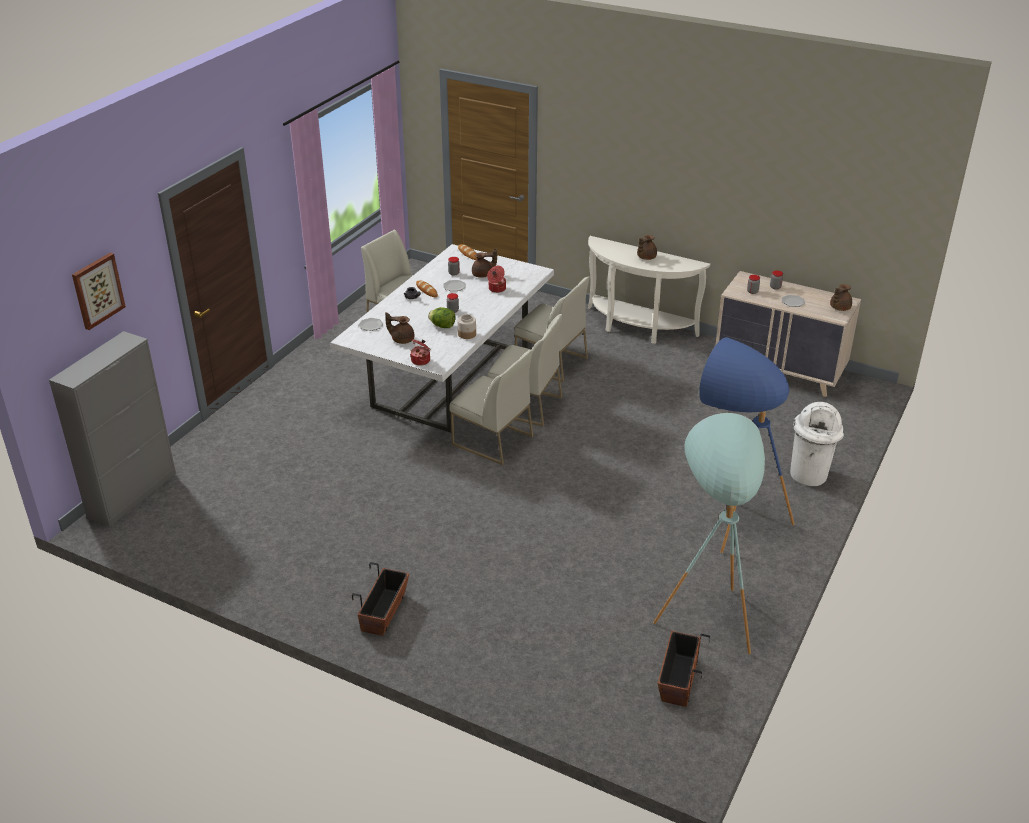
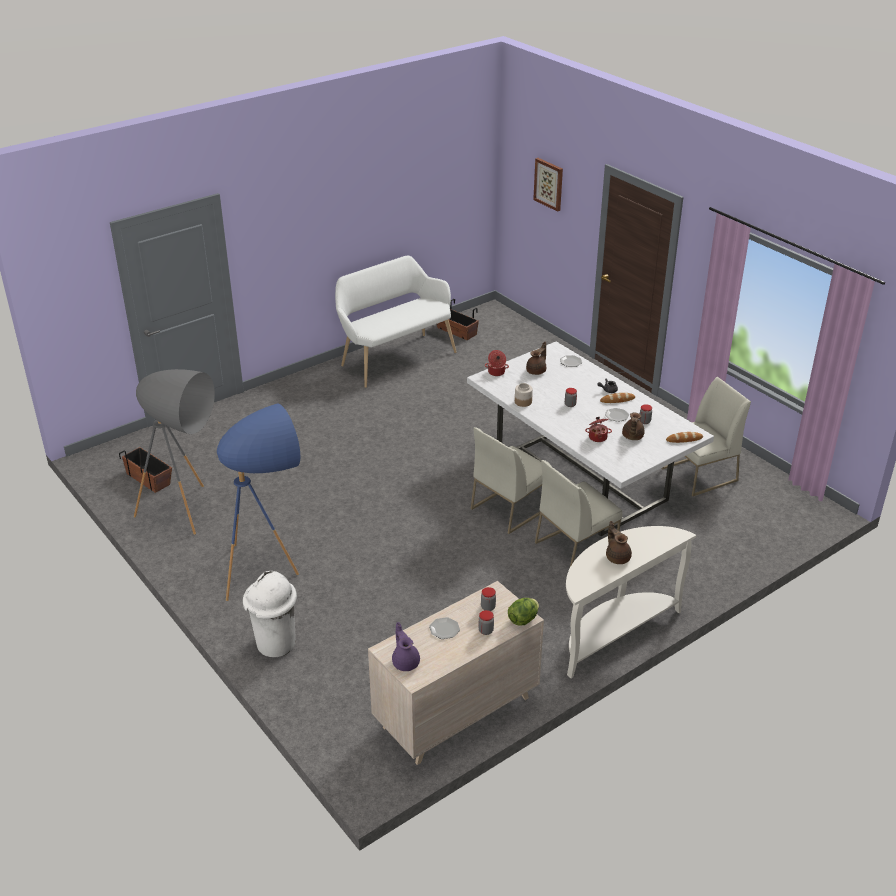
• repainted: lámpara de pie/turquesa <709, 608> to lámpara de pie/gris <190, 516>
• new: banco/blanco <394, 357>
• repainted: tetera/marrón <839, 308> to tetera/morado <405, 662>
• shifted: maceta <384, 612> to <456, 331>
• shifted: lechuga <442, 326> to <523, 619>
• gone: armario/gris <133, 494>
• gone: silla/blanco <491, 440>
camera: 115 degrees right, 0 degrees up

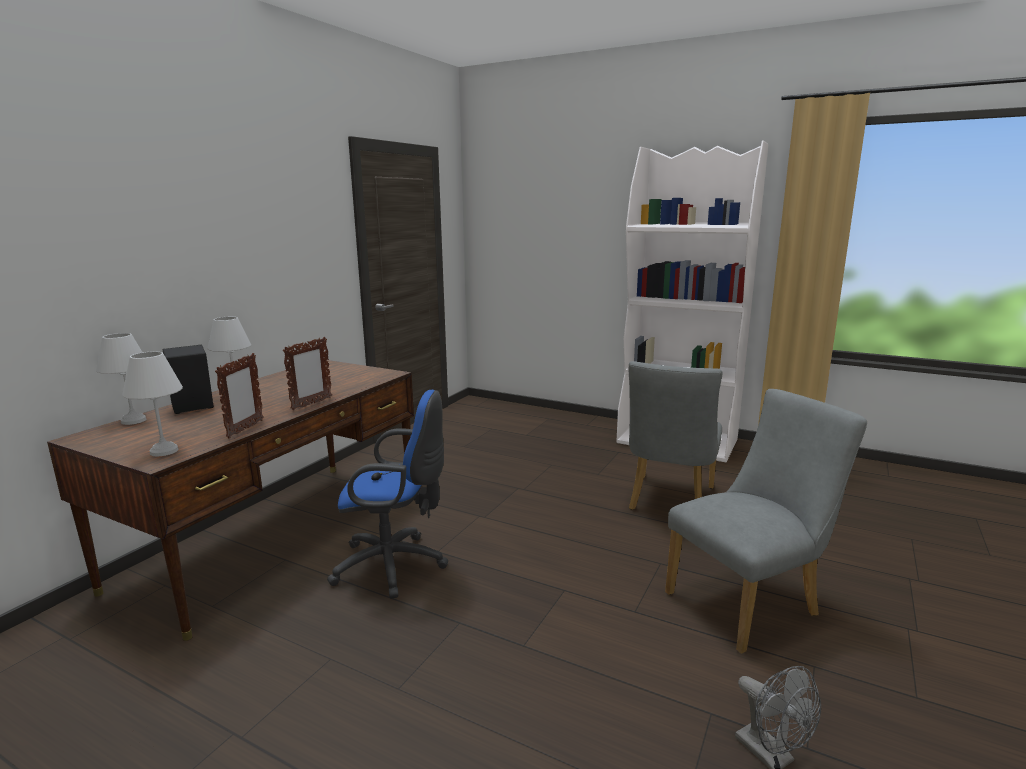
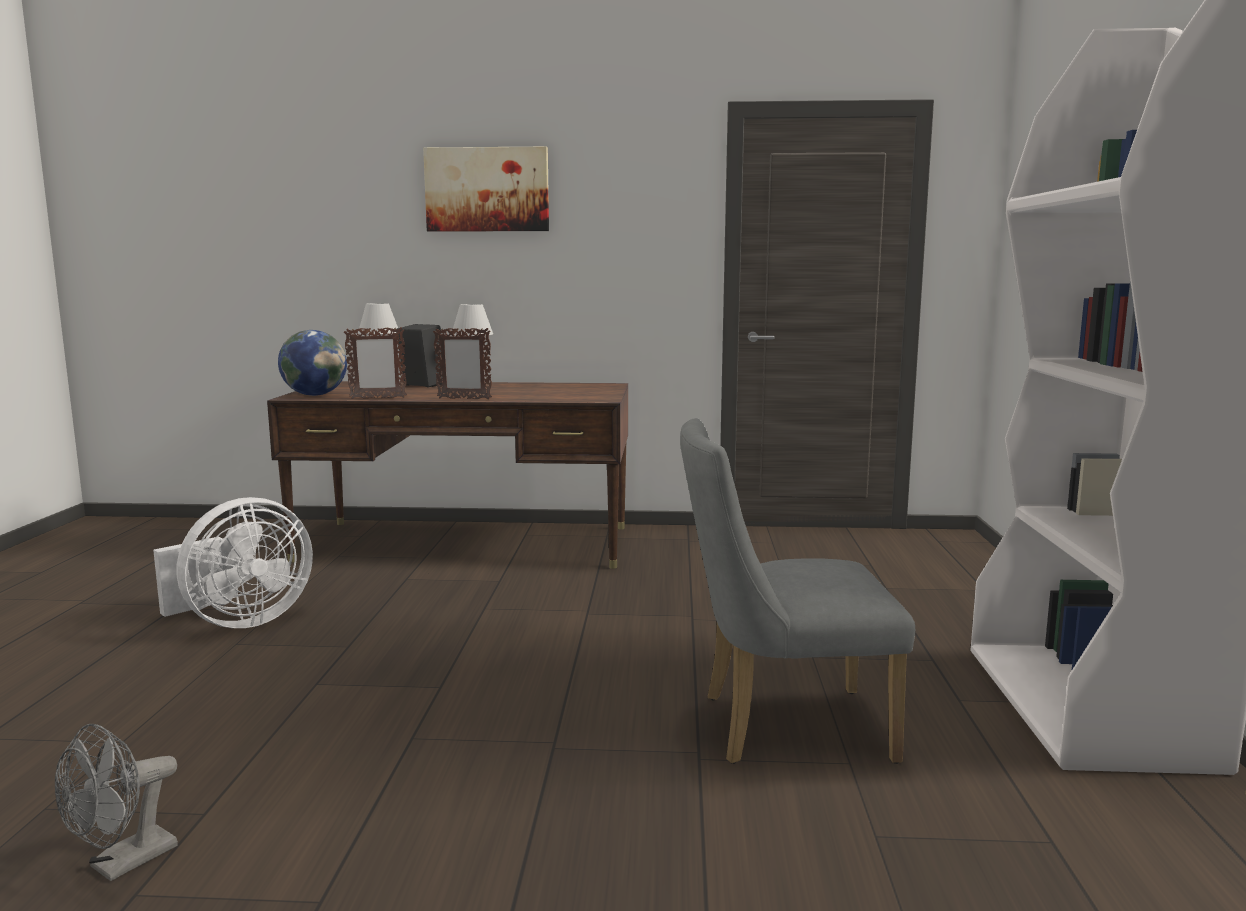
• new: ventilador/blanco <240, 621>
• swapped: lámpara de mesa/blanco <163, 451> to globo terráqueo <315, 395>
• new: cuadro <487, 190>
• gone: silla de oficina/azul <395, 566>
• gone: silla/gris <749, 602>
camera: 65 degrees right, 5 degrees down

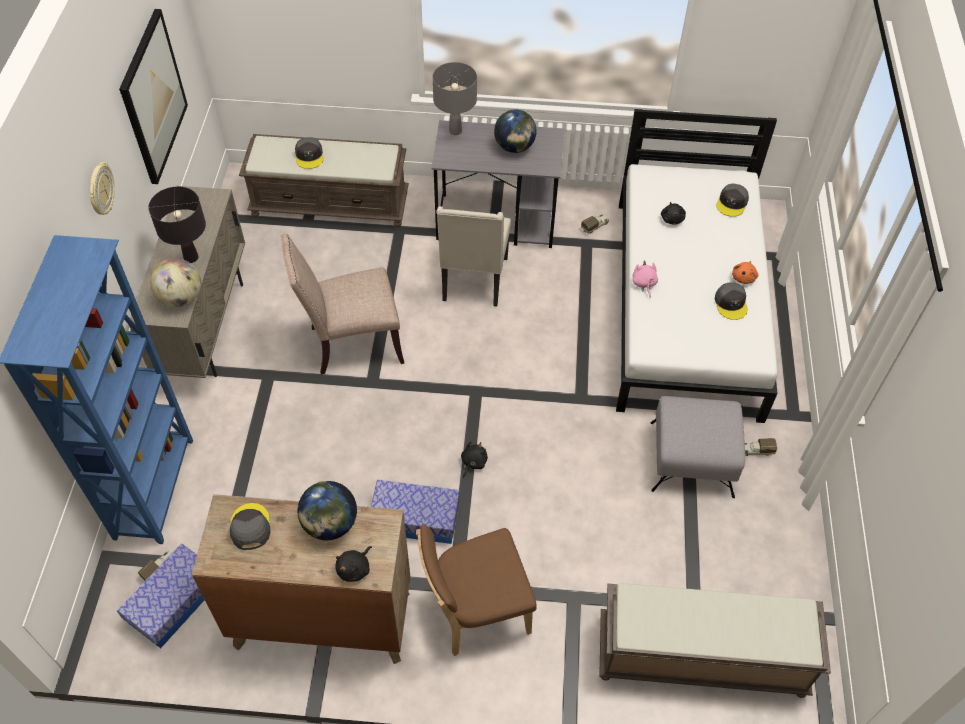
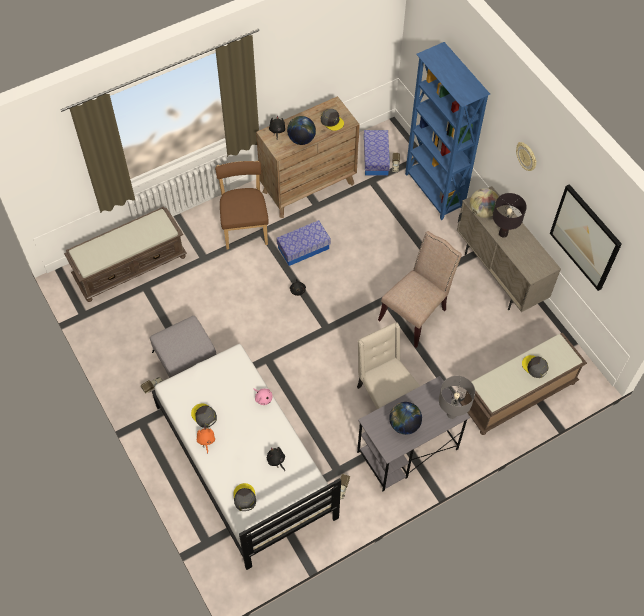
• rotated: silla/marrón <475, 611> = <245, 227> 45 degrees counterclockwise
camera: 145 degrees right, 5 degrees up

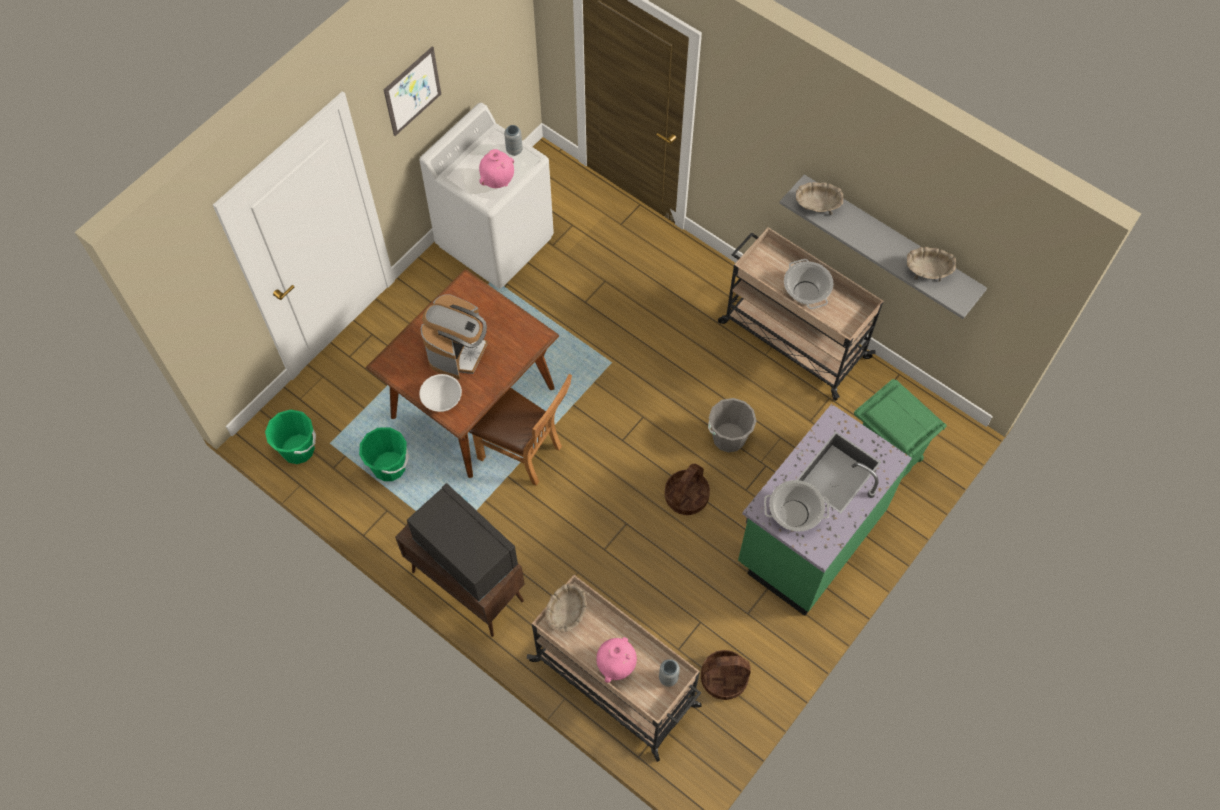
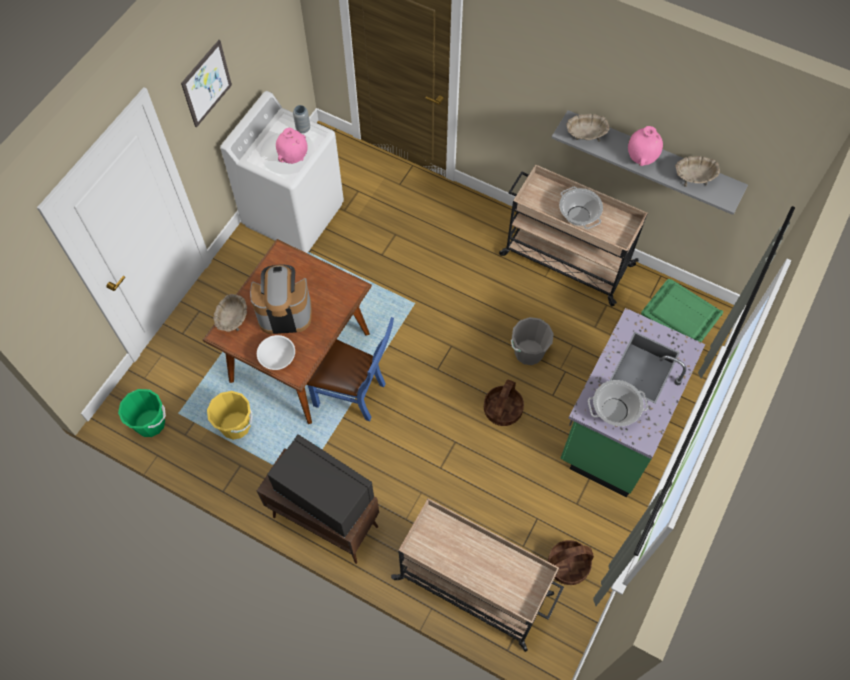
• repainted: cubo/verde <389, 466> to cubo/amarillo <235, 425>
• shifted: cuenco/beis <566, 613> to <232, 319>
• rotated: cafetera <458, 351> = <284, 313> 105 degrees counterclockwise
• repainted: silla/marrón <525, 453> to silla/azul <354, 394>
• shifted: florero/rosa <616, 665> to <641, 158>
• gone: florero/gris <668, 678>
camera: 10 degrees left, 0 degrees up

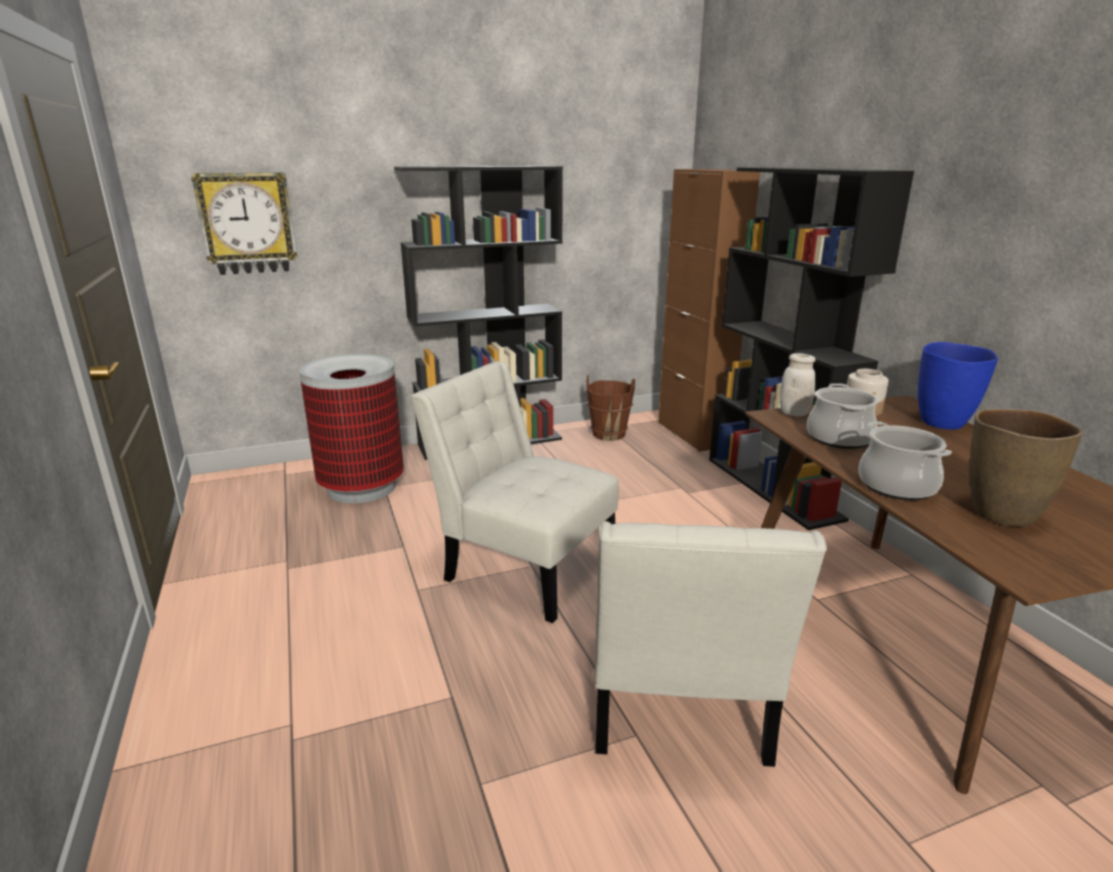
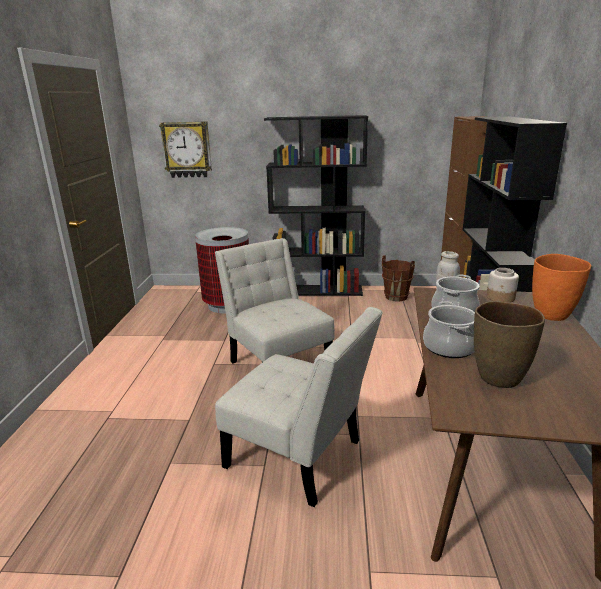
• rotated: silla/blanco <677, 705> = <300, 457> 90 degrees counterclockwise
• repainted: florero/azul <943, 423> to florero/naranja <552, 315>
camera: 25 degrees right, 0 degrees up

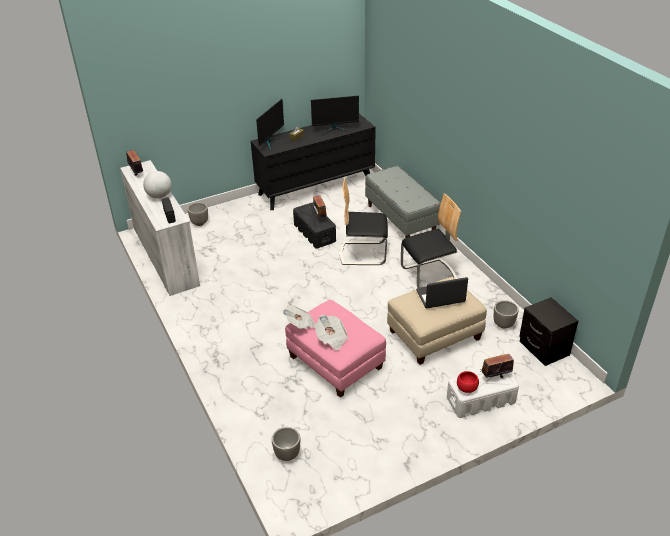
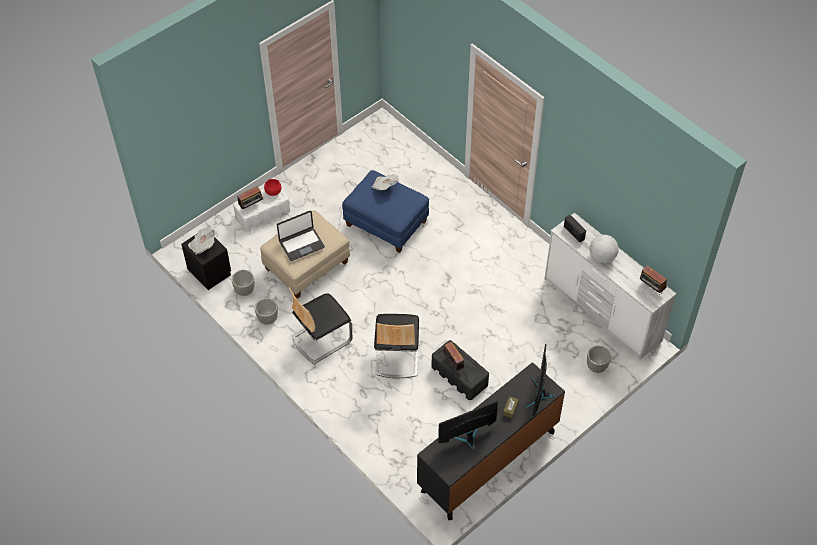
• shifted: periódico <300, 324> to <202, 245>
• shifted: maceta <287, 454> to <268, 319>
• repainted: puf/rosa <336, 363> to puf/azul <386, 224>
• rotated: silla <363, 253> = <396, 356> 105 degrees clockwise
• gone: banco/gris <401, 219>
camera: 165 degrees right, 15 degrees up

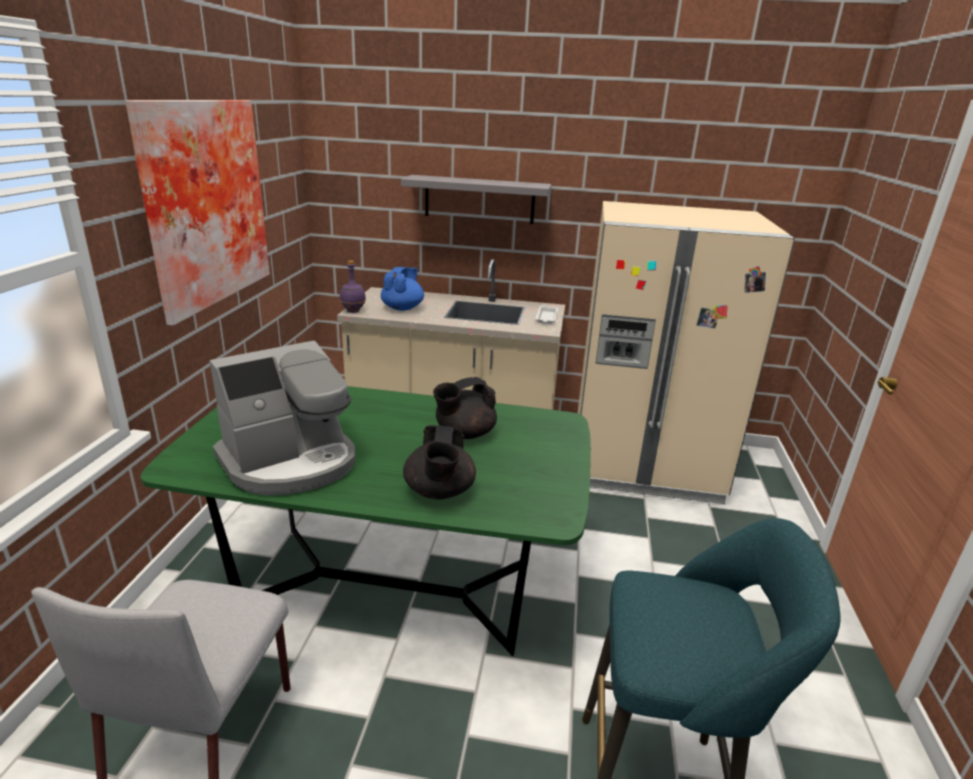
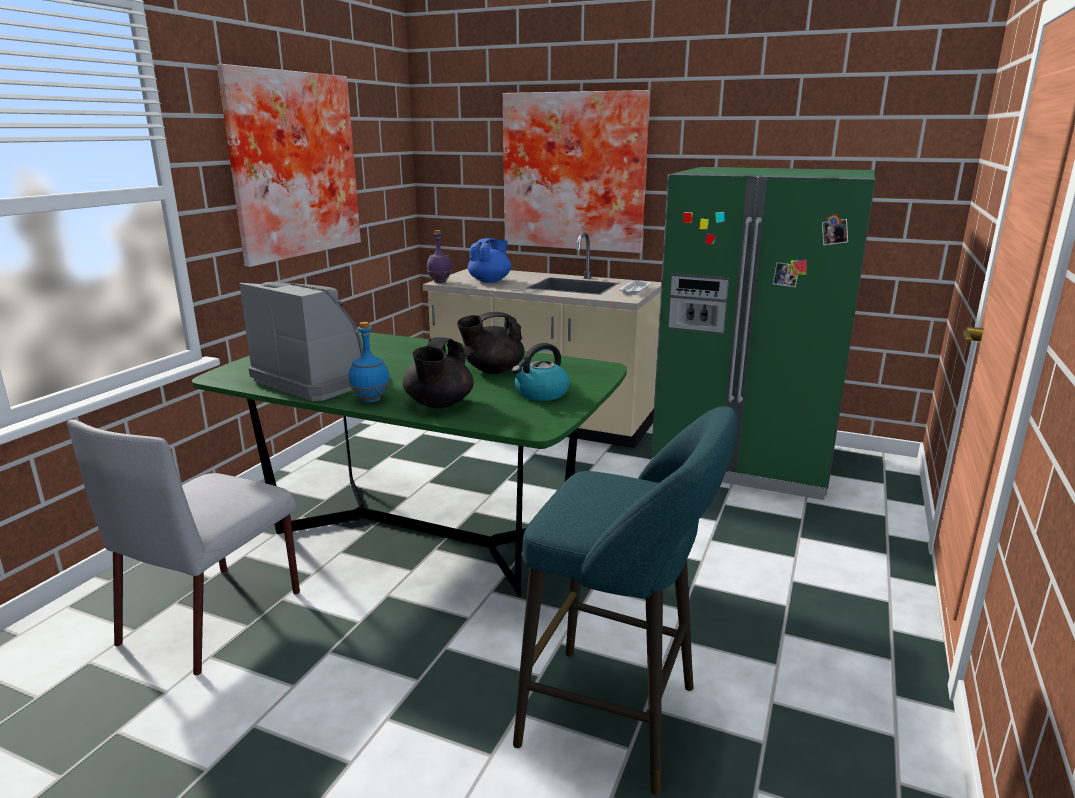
• rotated: cafetera <291, 462> = <320, 379> 120 degrees counterclockwise
• new: botella/azul <371, 400>
• swapped: estante/gris <479, 199> to cuadro <575, 172>
• new: hervidor <541, 394>
• repainted: nevera/beis <643, 464> to nevera/verde <745, 459>
camera: 15 degrees right, 5 degrees down

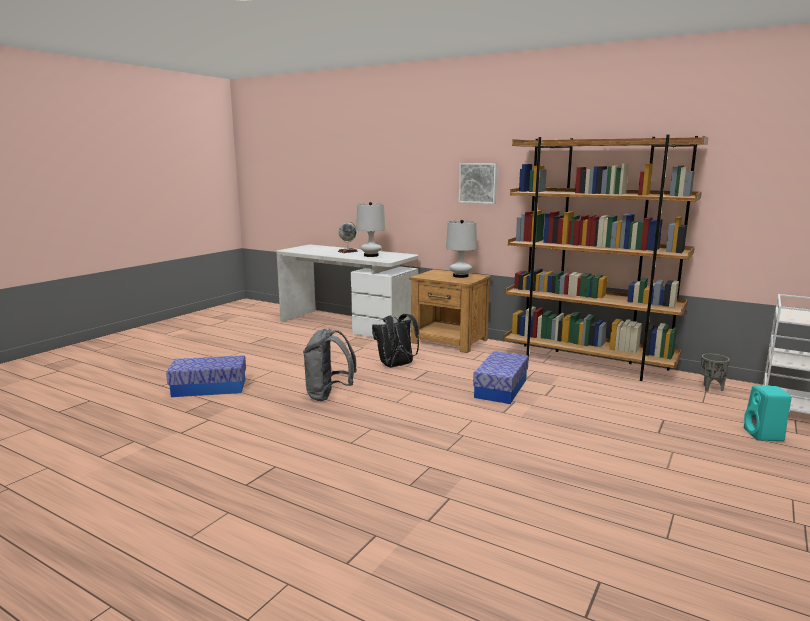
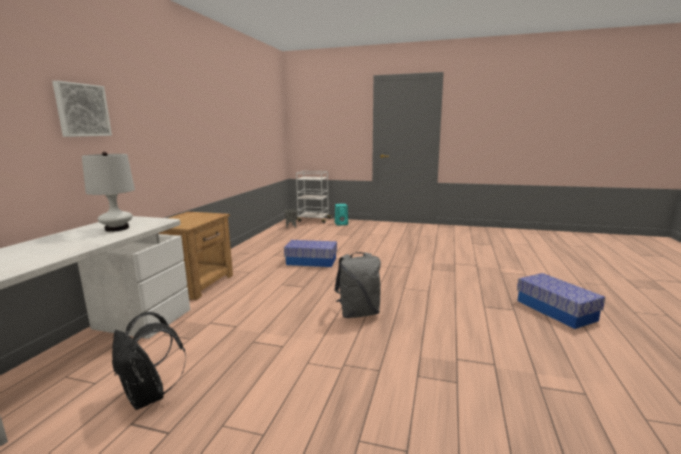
• shifted: cuadro <478, 183> to <81, 110>
• shifted: mochila/negro <396, 366> to <149, 396>
• shifted: caja de almacenaje <209, 388> to <556, 310>
• gone: globo terráqueo <348, 251>
• gone: lámpara de mesa/blanco <460, 276>
• gone: estantería/marrón <587, 363>
camera: 105 degrees left, 0 degrees up

